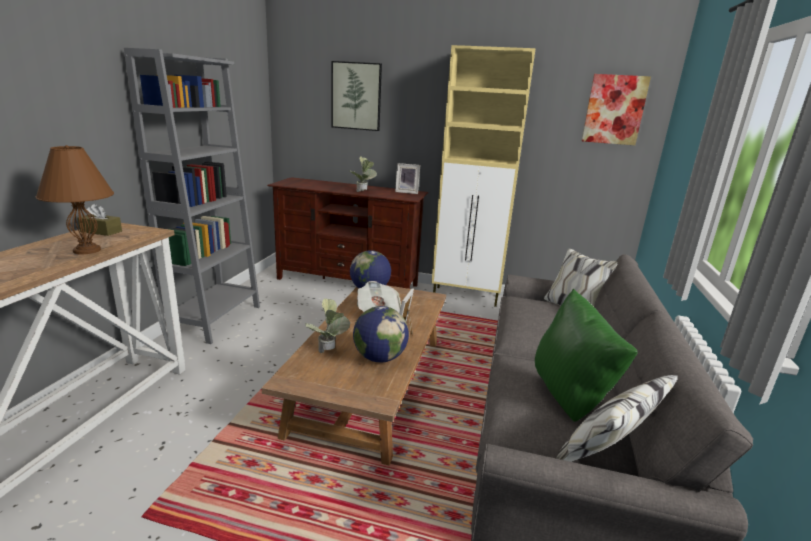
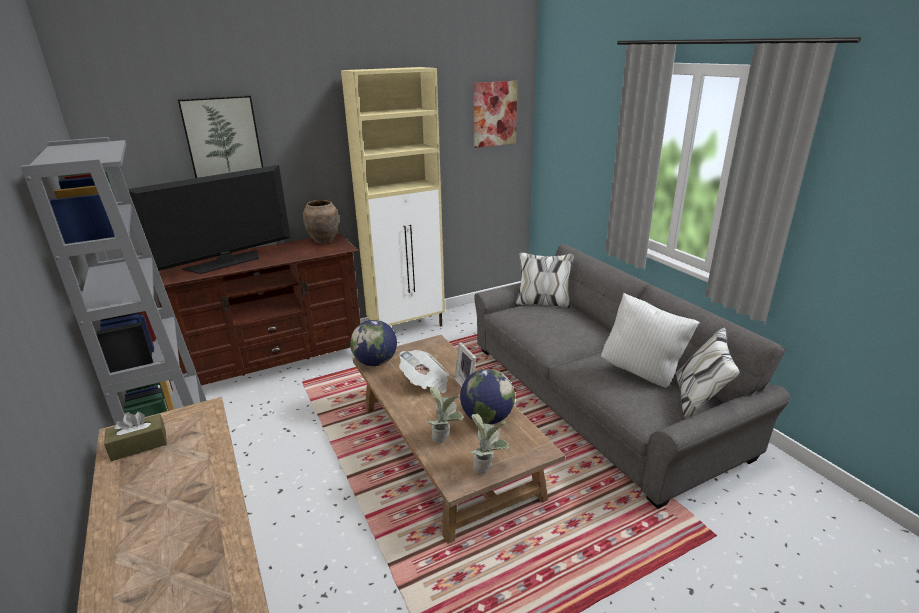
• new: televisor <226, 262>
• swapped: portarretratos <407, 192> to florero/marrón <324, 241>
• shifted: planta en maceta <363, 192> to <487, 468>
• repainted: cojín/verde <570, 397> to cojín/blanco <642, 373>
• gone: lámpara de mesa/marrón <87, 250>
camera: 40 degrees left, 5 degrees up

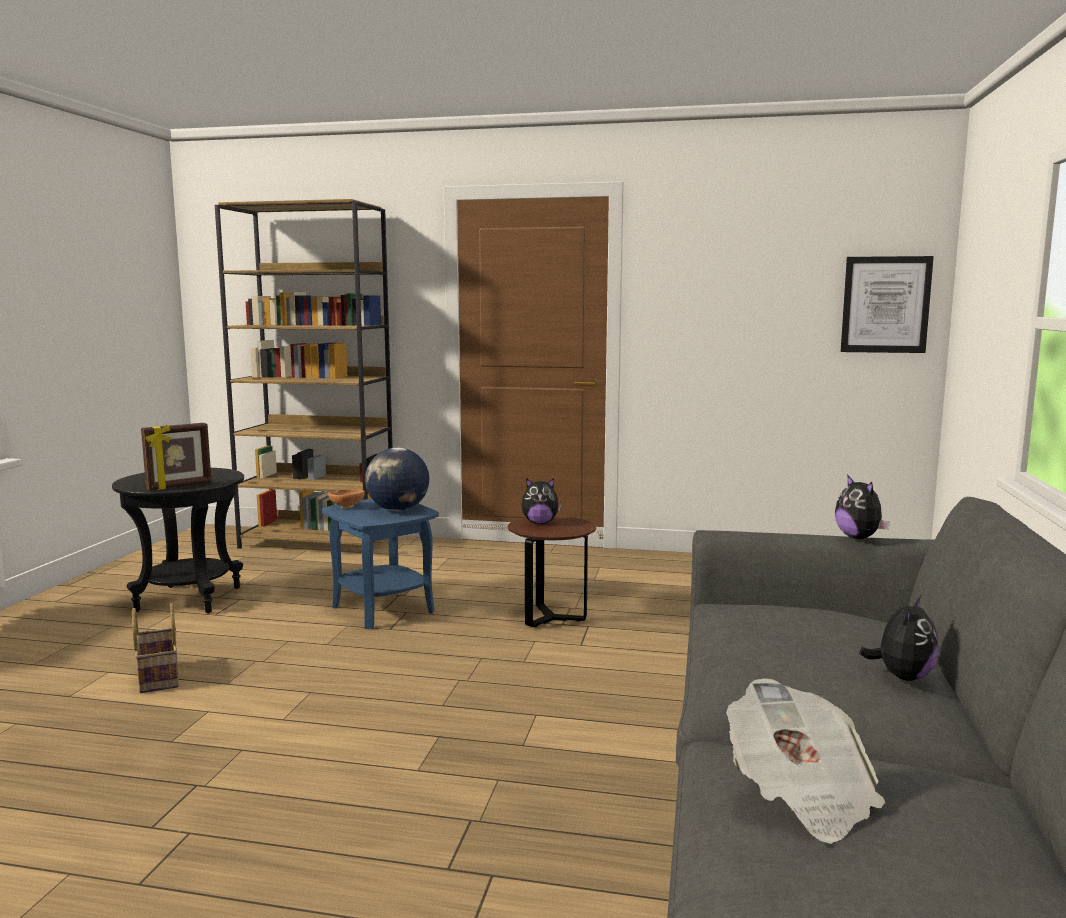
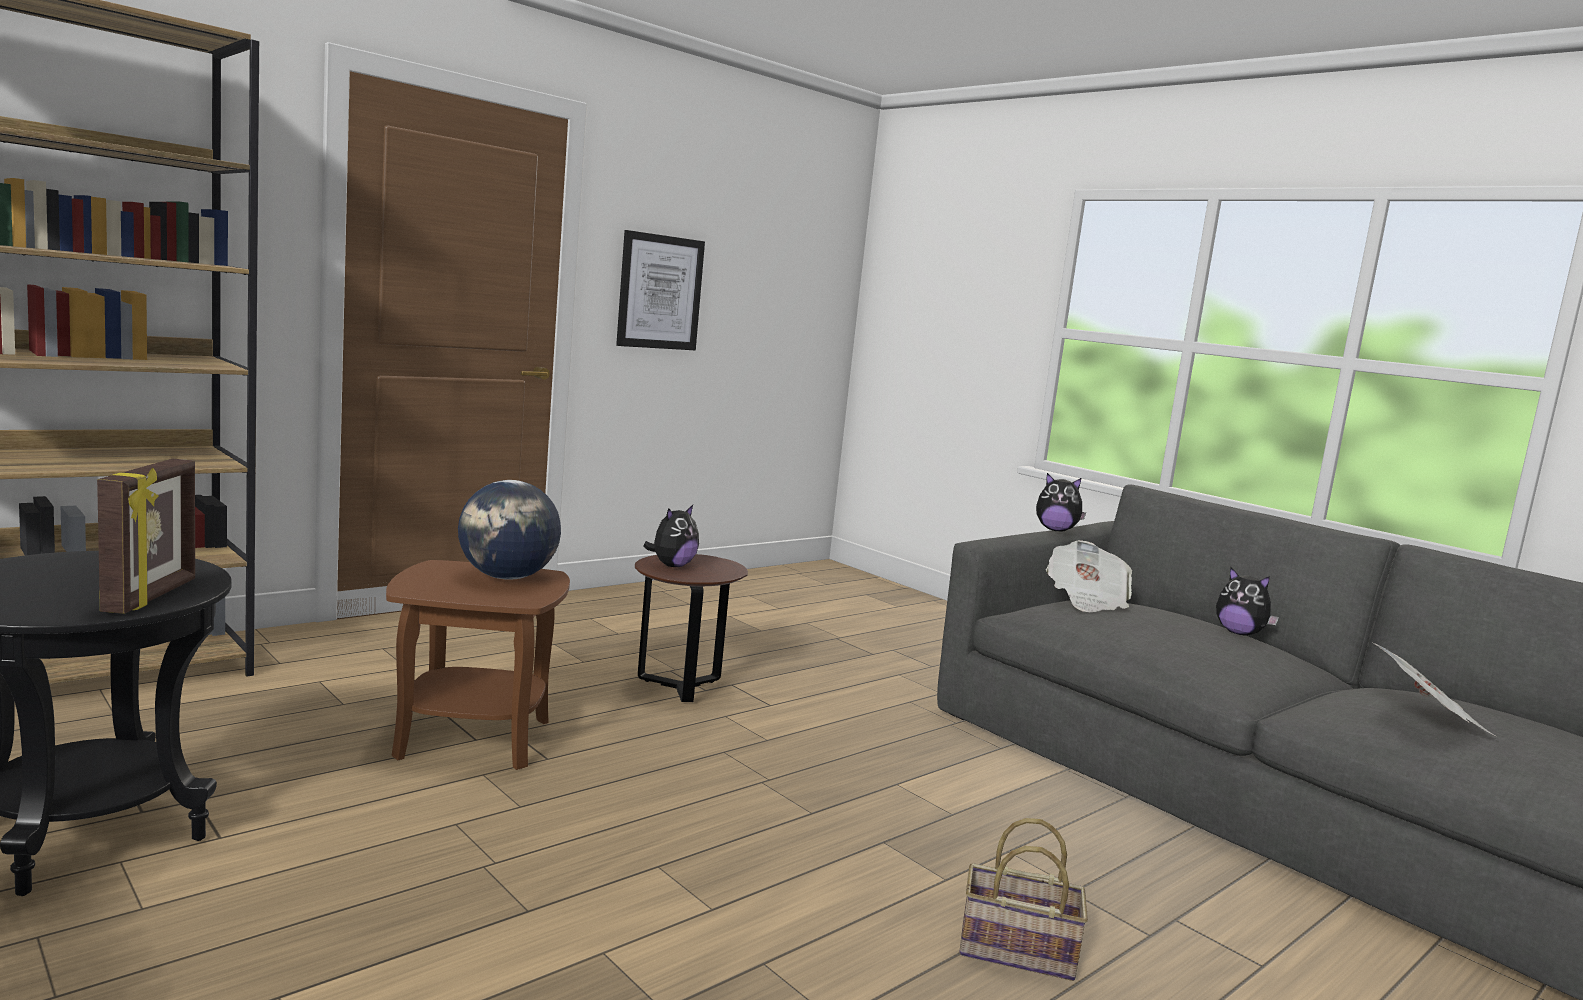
• repainted: mesa auxiliar/azul <382, 609> to mesa auxiliar/marrón <473, 739>
• shifted: cuadro <885, 304> to <660, 292>
• shifted: cesta <157, 677> to <1013, 952>
• new: periódico <1086, 600>
• rotated: peluche <902, 676> = <1240, 633> 150 degrees clockwise
• gone: cuenco/marrón <347, 506>
camera: 55 degrees left, 0 degrees up

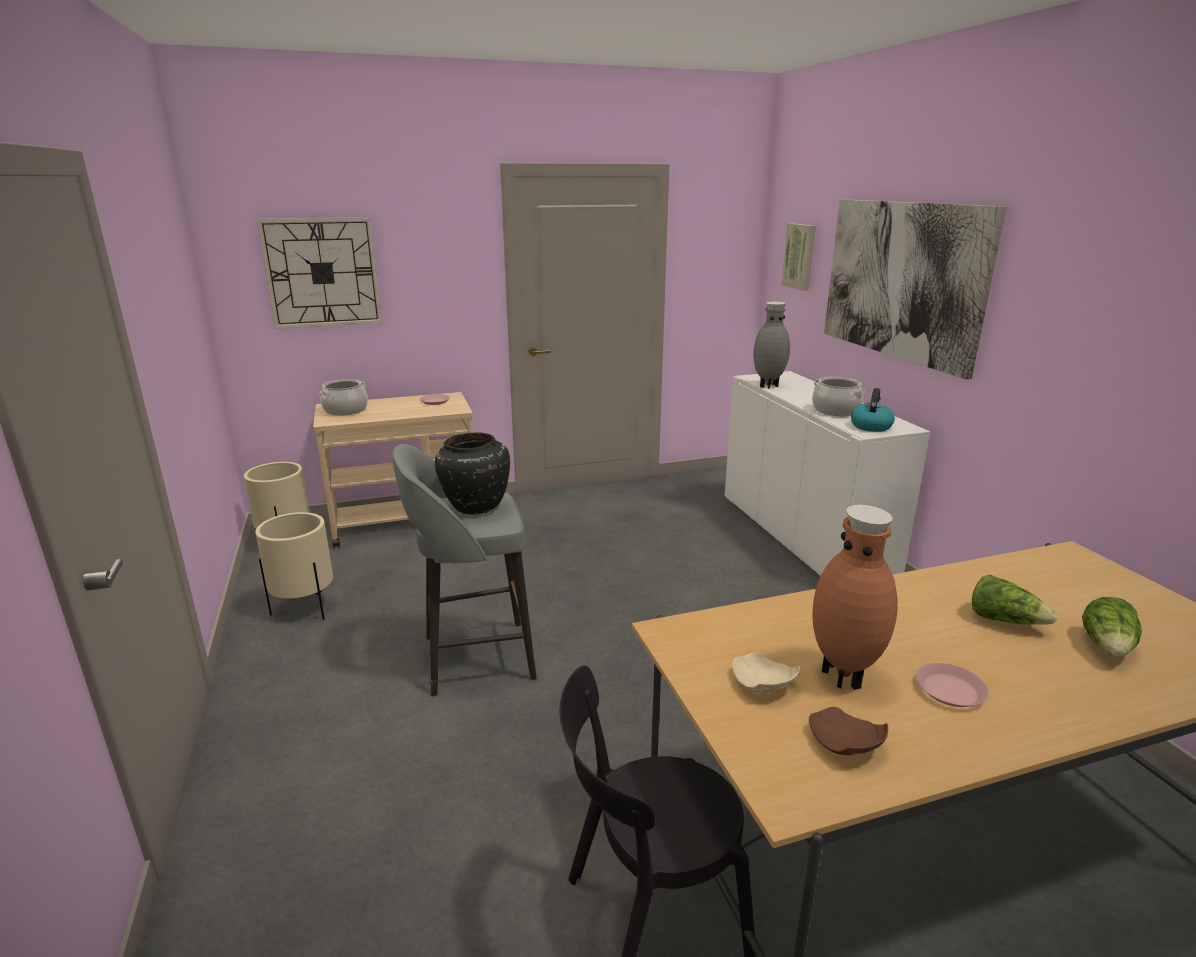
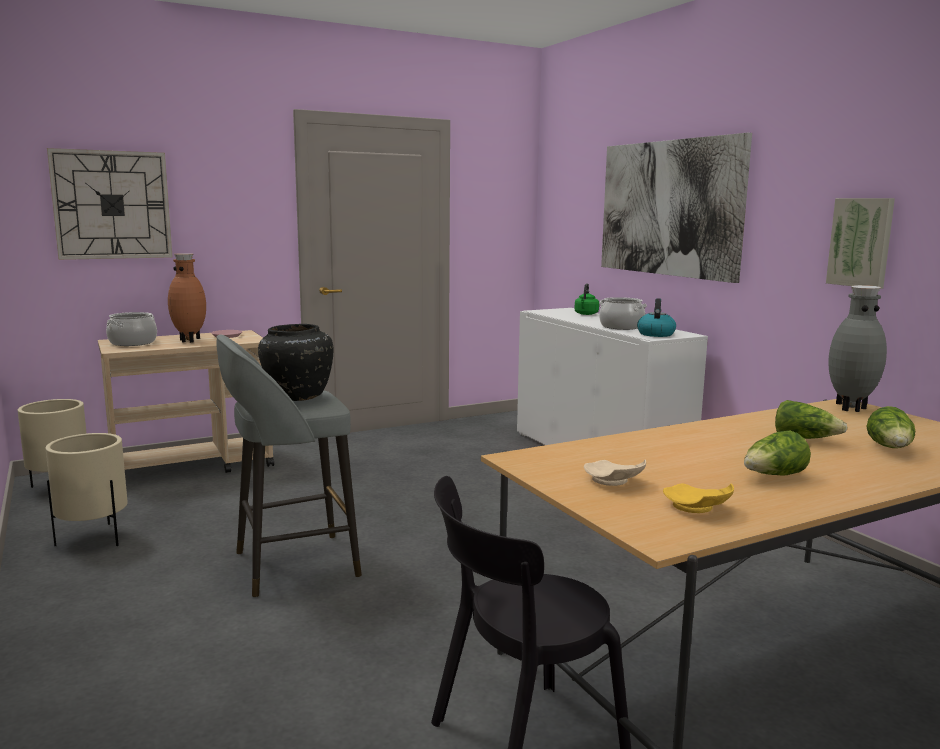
• shifted: florero/marrón <845, 675> to <190, 340>
• new: hervidor/verde <586, 314>
• repainted: plato/marrón <844, 745> to plato/amarillo <697, 508>
• swapped: plato/rosa <950, 690> to lechuga <774, 476>
• shifted: cuadro <800, 256> to <861, 242>
• shifted: florero/gris <767, 385> to <849, 408>
camera: 10 degrees left, 10 degrees down

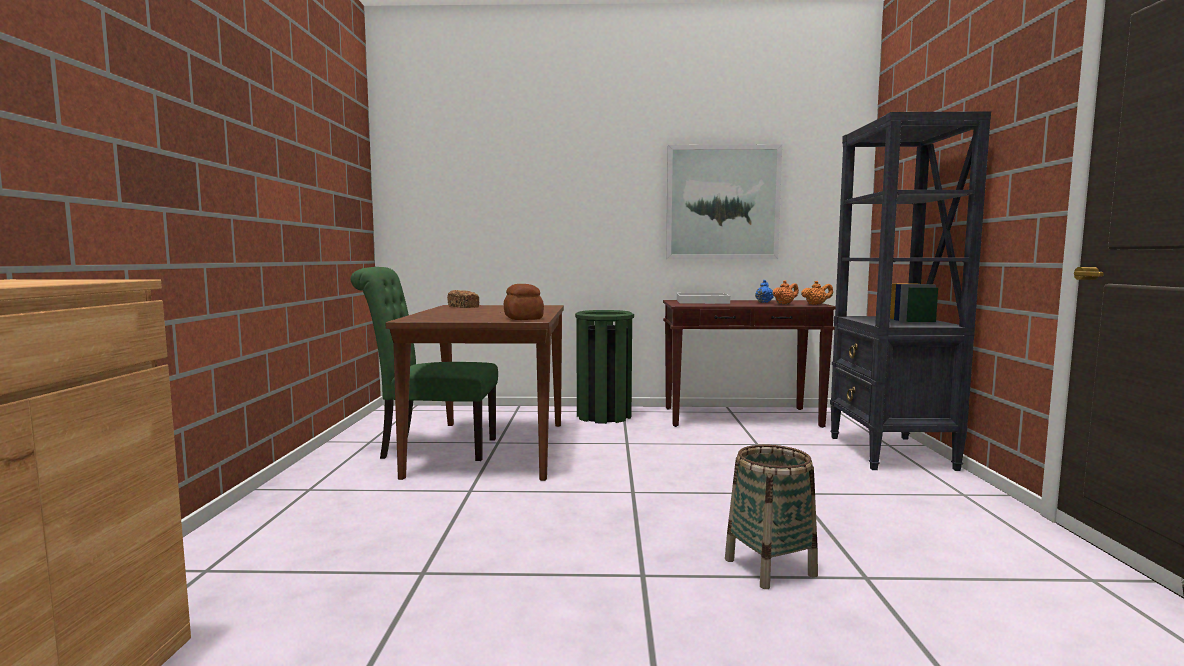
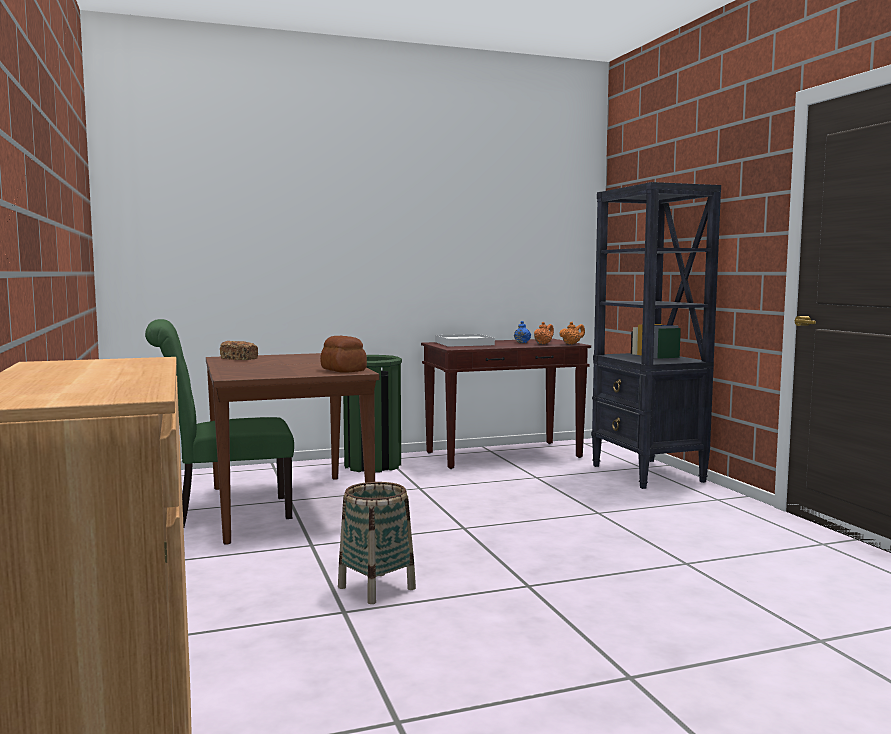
• shifted: cesta <770, 567> to <377, 588>
• gone: cuadro <722, 203>
camera: 20 degrees left, 0 degrees up

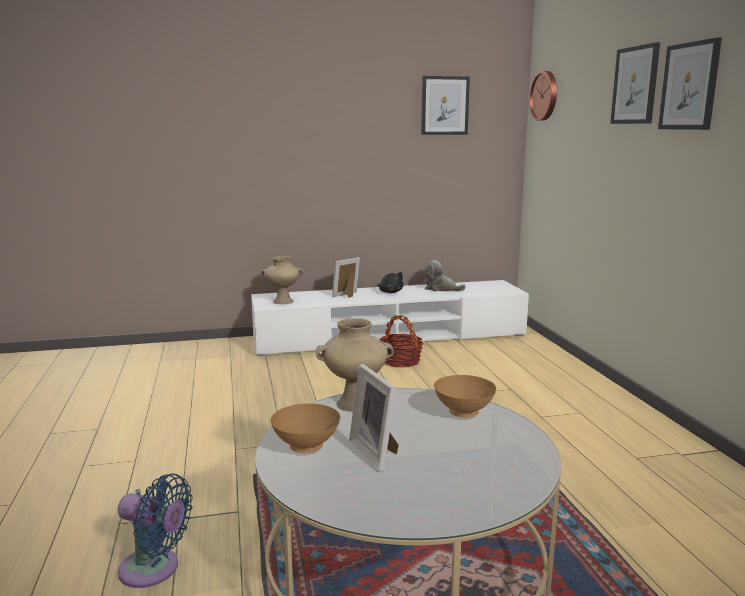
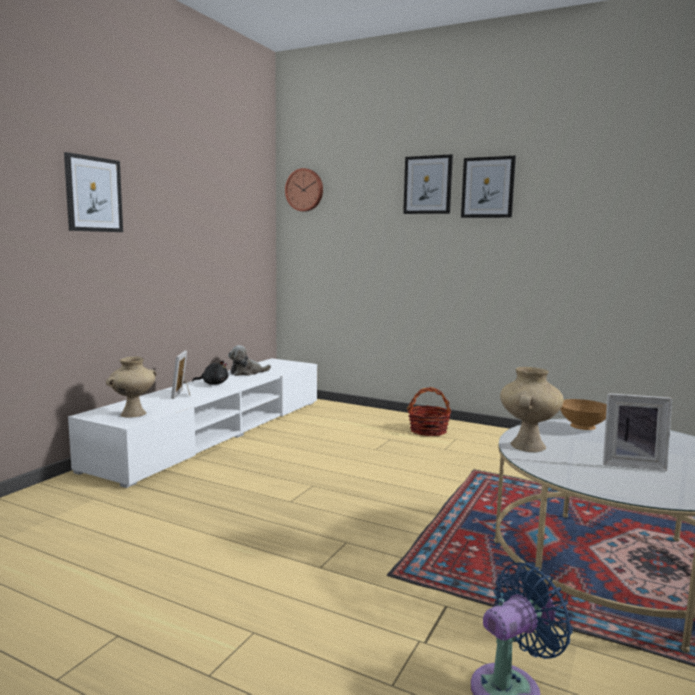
• shifted: cuadro <444, 105> to <93, 194>
• shifted: cesta <400, 361> to <428, 430>
• gone: cuenco/marrón <307, 447>
camera: 50 degrees left, 5 degrees down

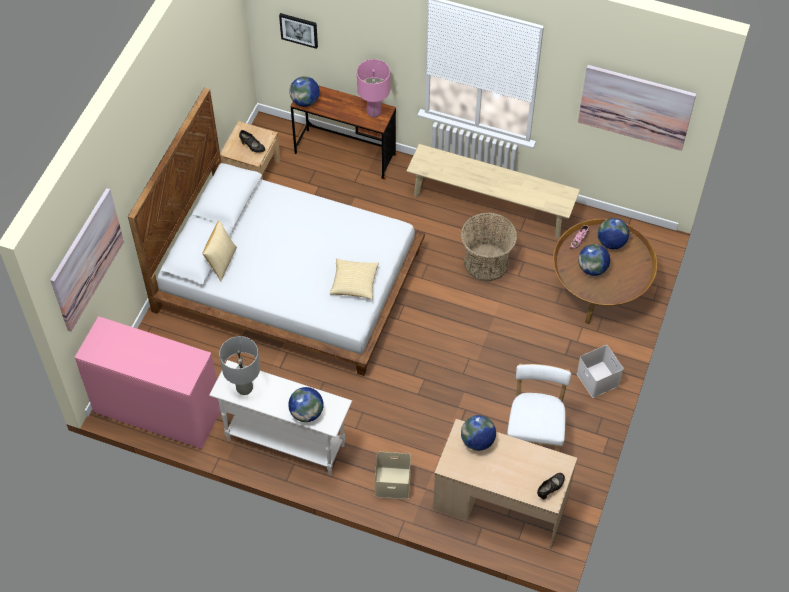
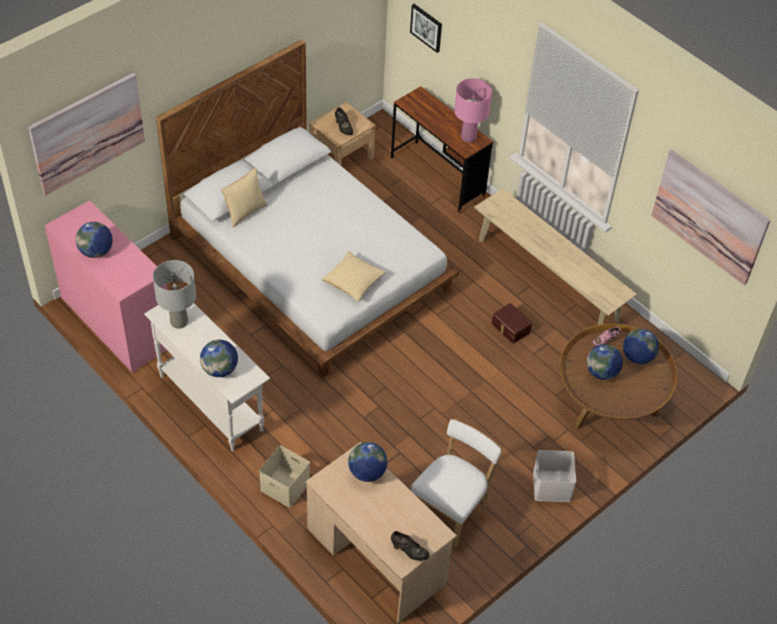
• shifted: globo terráqueo <305, 101> to <96, 251>
• rotated: zapato/negro <550, 489> = <409, 551> 45 degrees clockwise
• swapped: cesta <486, 262> to caja de almacenaje/marrón <510, 328>
camera: 25 degrees right, 5 degrees down

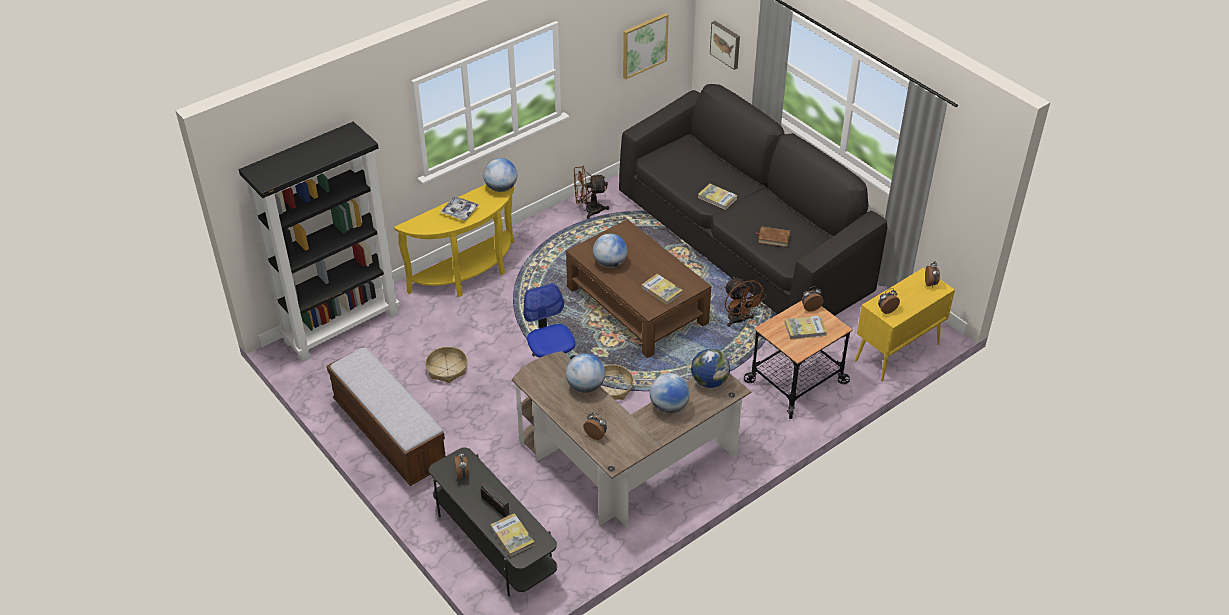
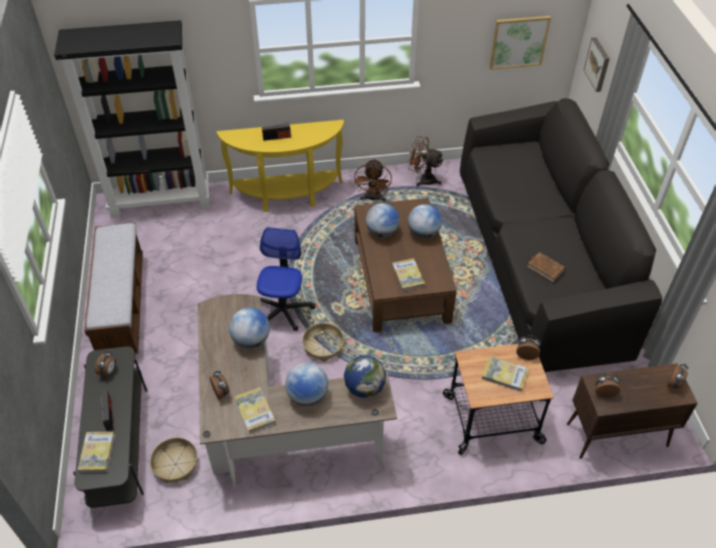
• shifted: cesta <447, 369> to <175, 464>
• shifted: libro <717, 198> to <255, 411>
• swapped: bandeja <460, 211> to radio <277, 137>
• shifted: ventilador/marrón <739, 321> to <372, 198>
• shifted: globo terráqueo <501, 188> to <423, 233>
• repainted: armario/amarillo <896, 353> to armario/marrón <616, 435>
camera: 30 degrees right, 5 degrees up

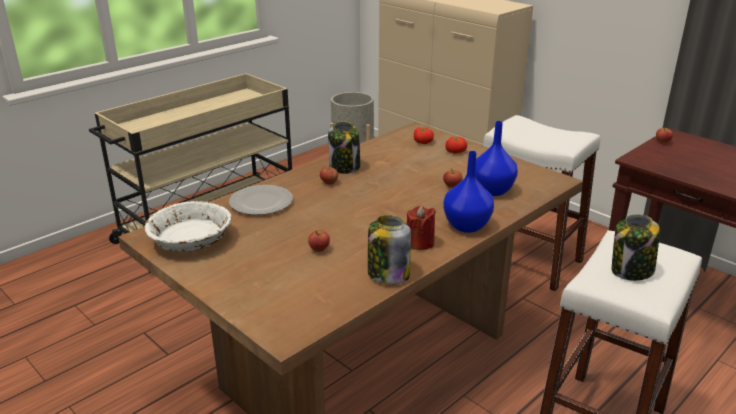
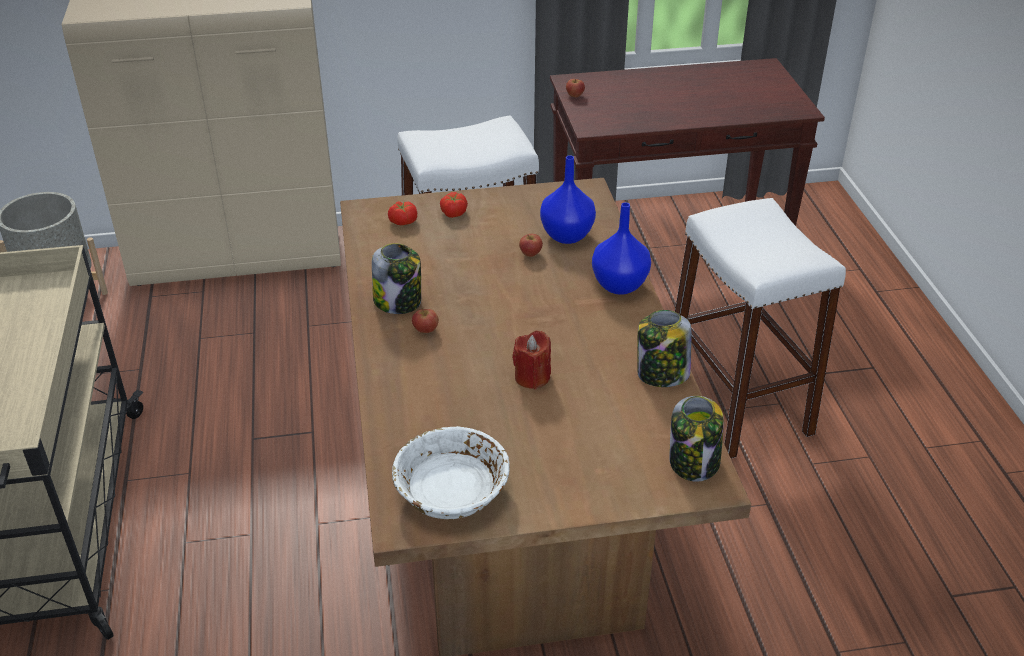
• shifted: vela/rojo <420, 243> to <532, 377>
• shifted: tarro <631, 271> to <694, 462>
• gone: plato <261, 203>
• gone: manzana <319, 249>
camera: 55 degrees left, 10 degrees up

